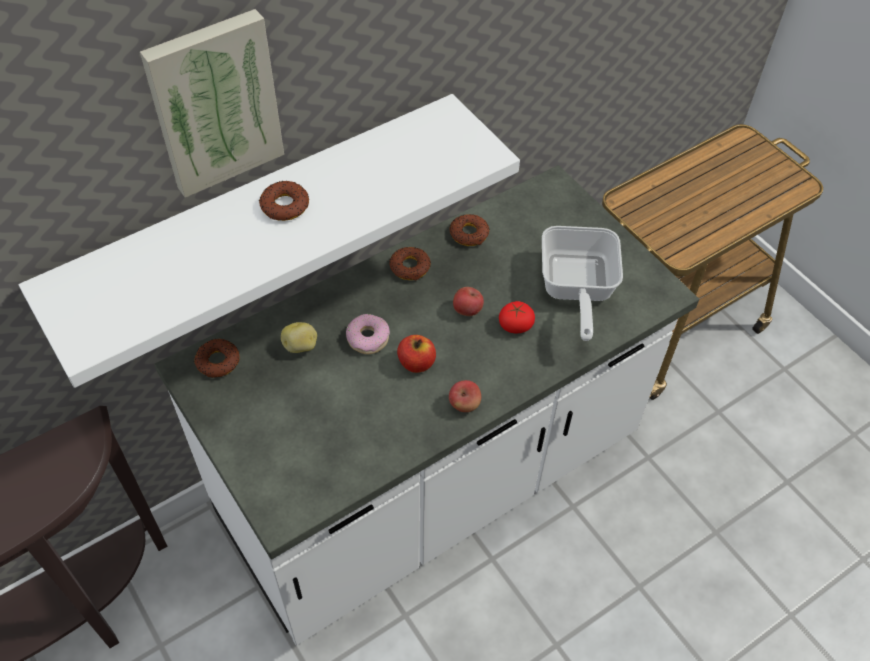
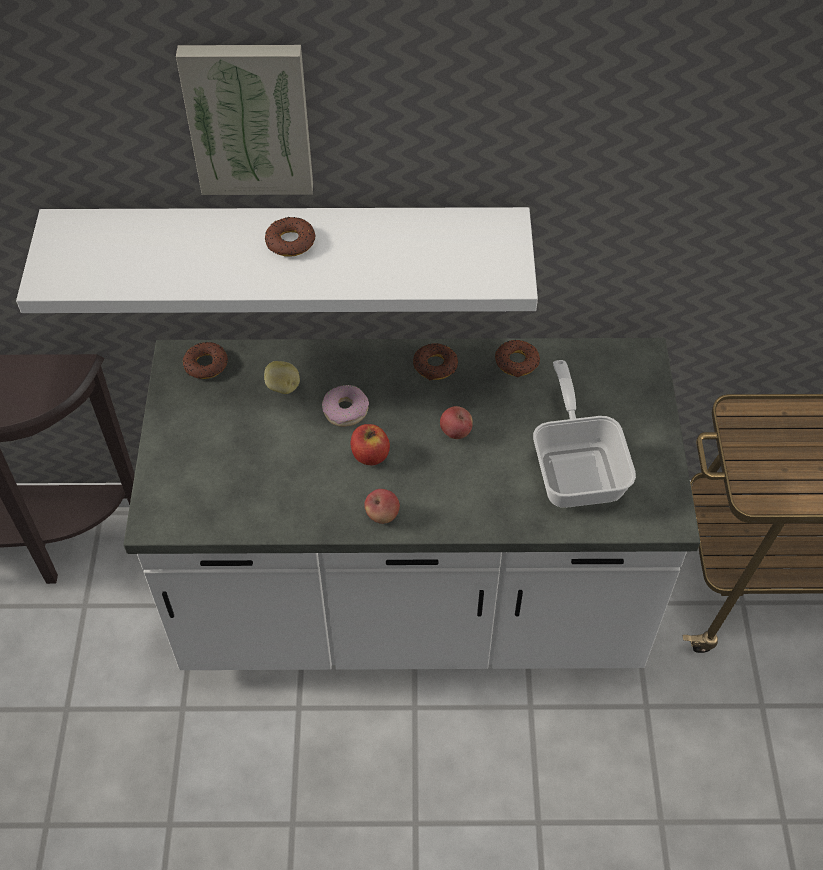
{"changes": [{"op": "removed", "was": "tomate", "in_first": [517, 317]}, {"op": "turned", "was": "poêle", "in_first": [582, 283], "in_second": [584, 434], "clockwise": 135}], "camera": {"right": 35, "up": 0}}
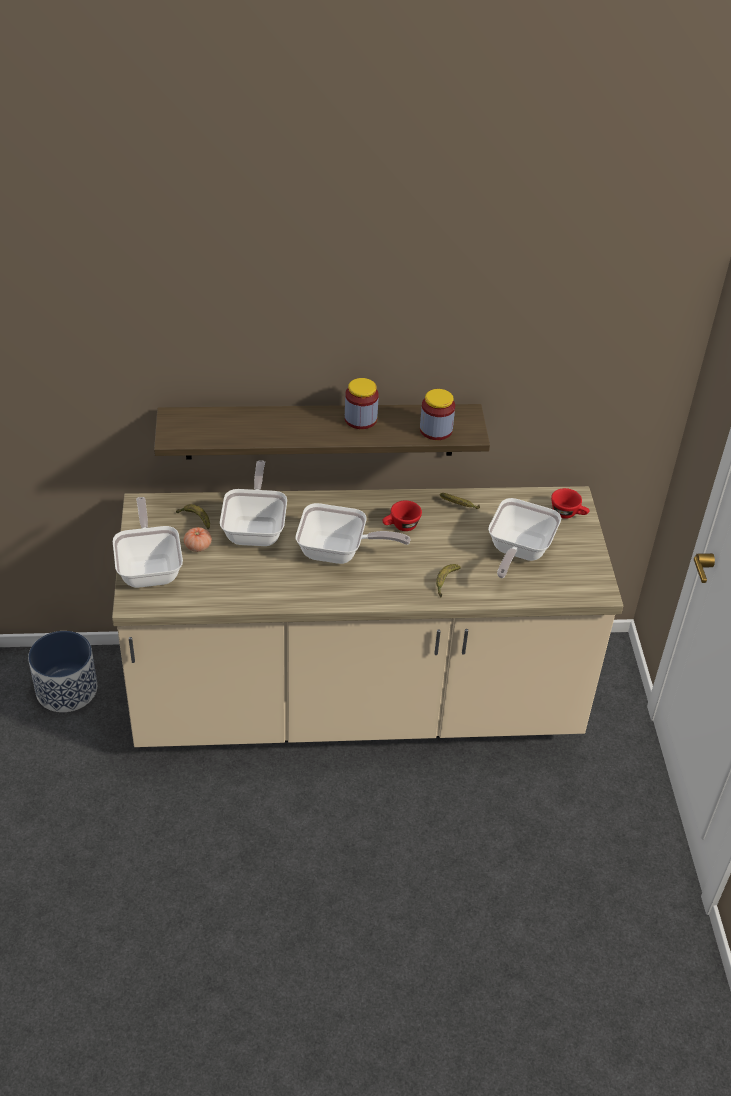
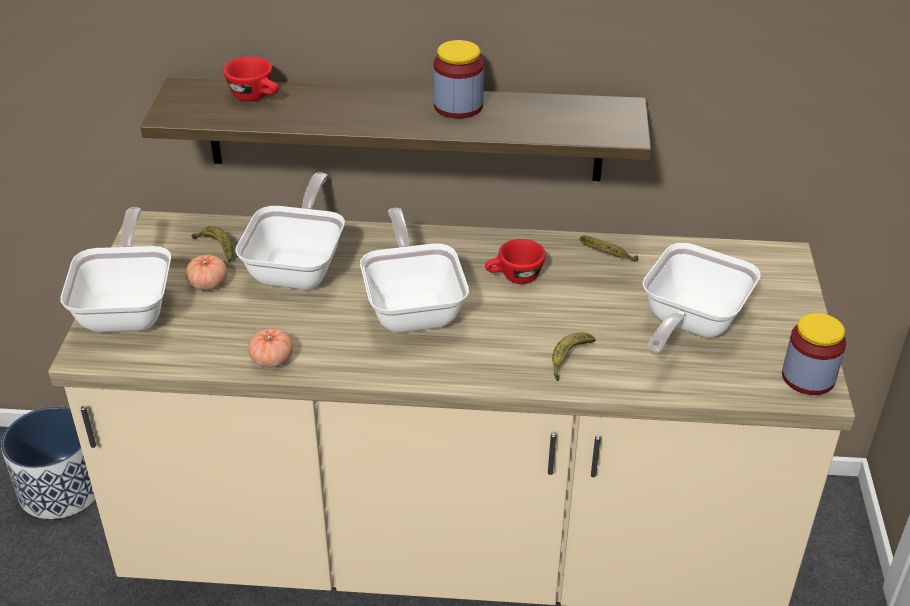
{"changes": [{"op": "turned", "was": "poêle", "in_first": [353, 533], "in_second": [414, 270], "clockwise": -120}, {"op": "moved", "was": "bocal", "in_first": [437, 414], "in_second": [814, 354]}, {"op": "moved", "was": "tasse [rouge]", "in_first": [570, 503], "in_second": [251, 79]}, {"op": "added", "now": "tomate", "in_second": [270, 348]}], "camera": {"right": 10, "up": -5}}
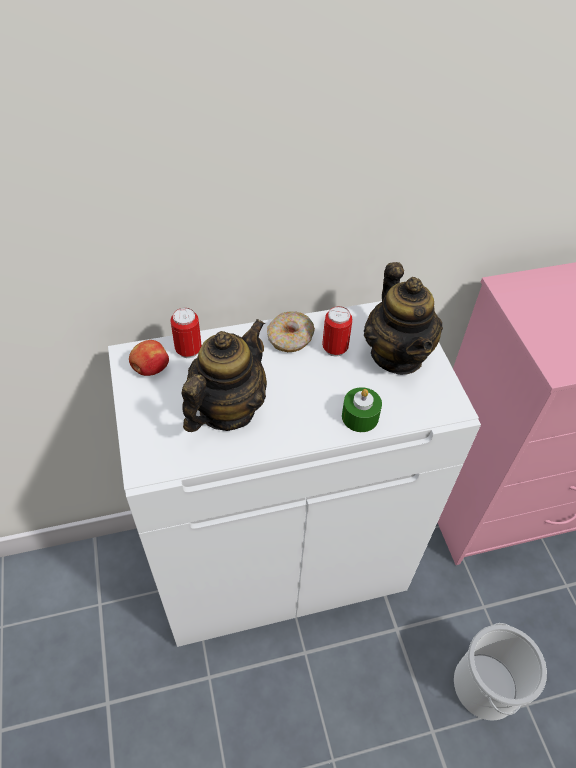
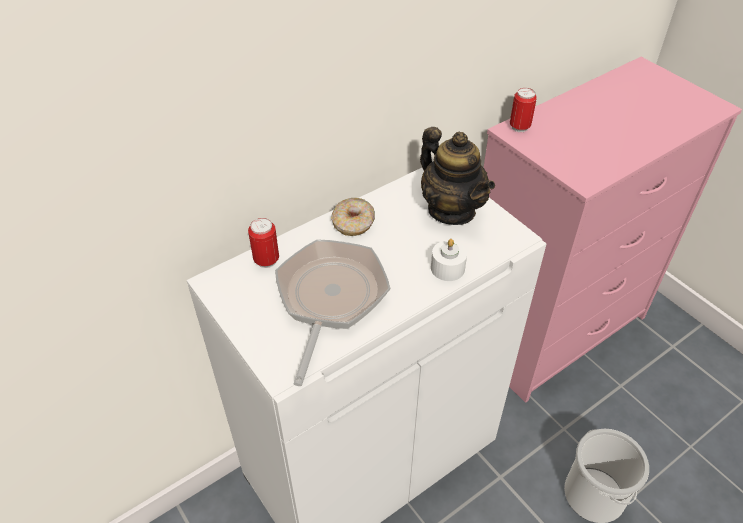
{"changes": [{"op": "removed", "was": "pomme", "in_first": [149, 358]}, {"op": "replaced", "was": "théière", "now": "poêle", "in_first": [224, 375], "in_second": [333, 312]}, {"op": "moved", "was": "boîte métallique", "in_first": [337, 331], "in_second": [523, 110]}, {"op": "recoloured", "was": "bougie [vert]", "now": "bougie [blanc]", "in_first": [362, 409], "in_second": [449, 260]}], "camera": {"right": -20, "up": -5}}
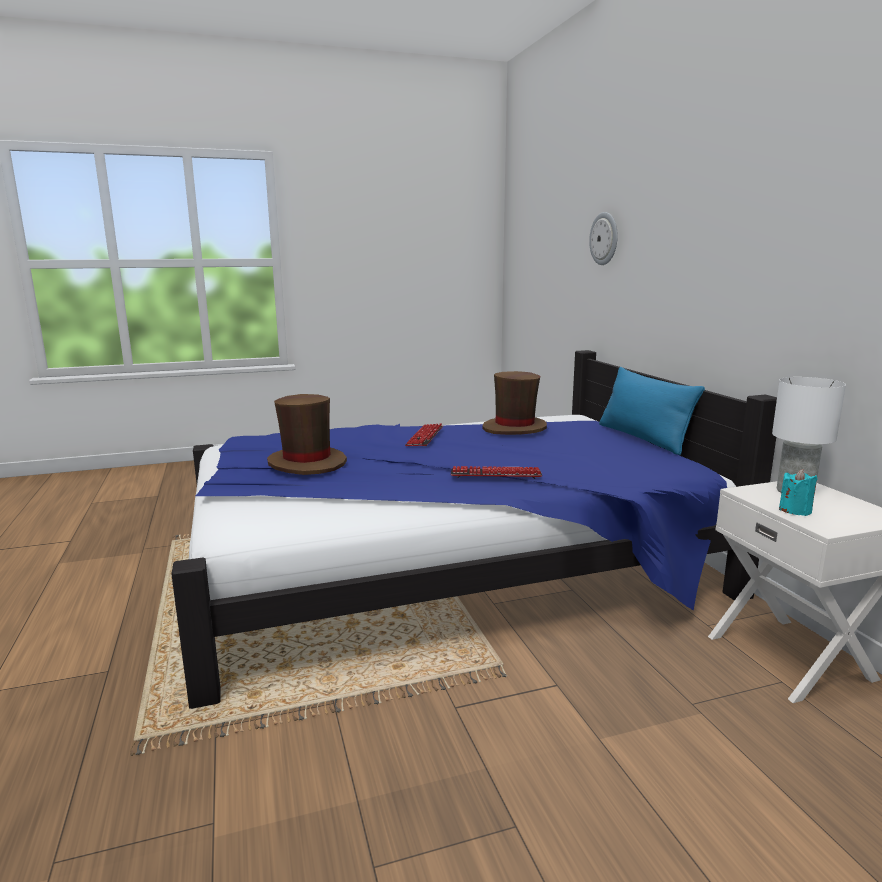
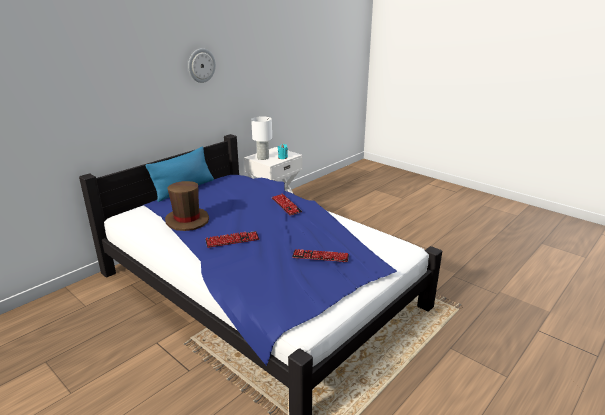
{"changes": [{"op": "replaced", "was": "chapeau [marron]", "now": "clavier", "in_first": [307, 434], "in_second": [320, 256]}, {"op": "moved", "was": "horloge murale", "in_first": [603, 238], "in_second": [202, 65]}], "camera": {"right": -120, "up": 10}}
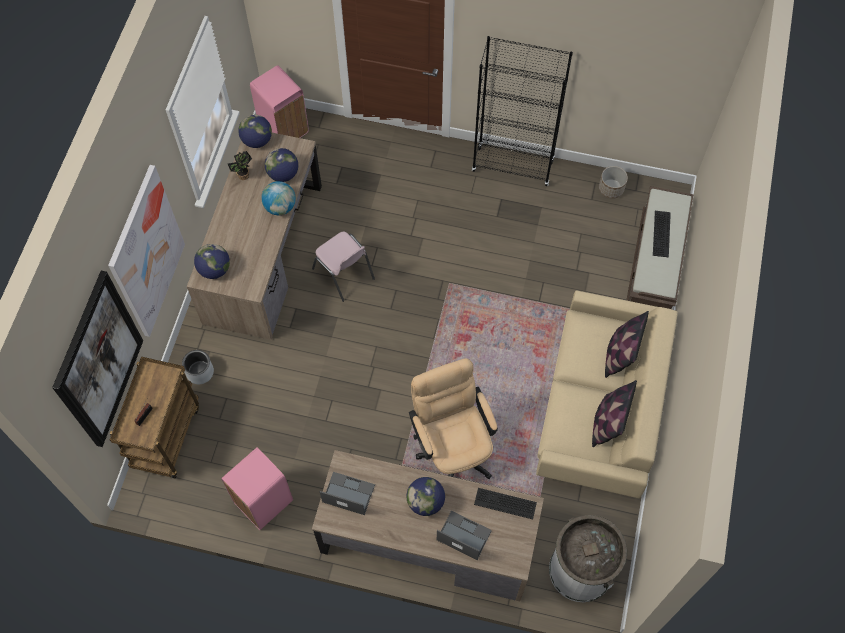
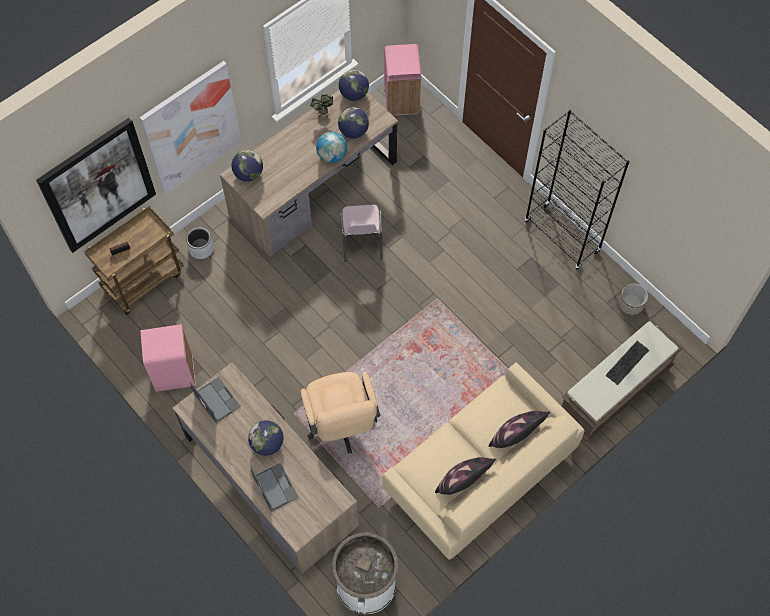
{"changes": [{"op": "turned", "was": "chaise de bureau [beige]", "in_first": [453, 418], "in_second": [340, 413], "clockwise": 150}, {"op": "removed", "was": "clavier", "in_first": [505, 503]}], "camera": {"right": 35, "up": 0}}
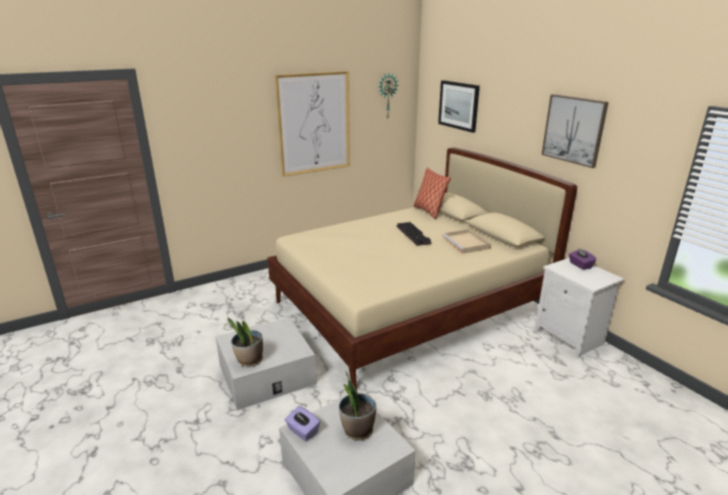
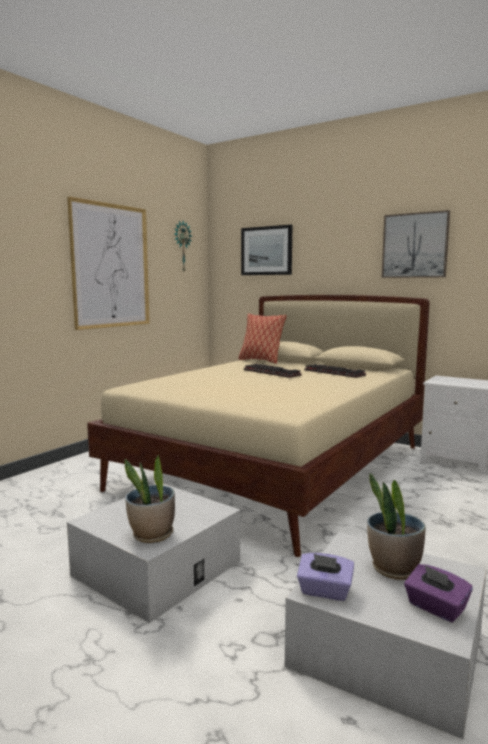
{"changes": [{"op": "replaced", "was": "plateau [beige]", "now": "clavier", "in_first": [466, 241], "in_second": [335, 371]}, {"op": "moved", "was": "boîte à mouchoirs [violet]", "in_first": [582, 259], "in_second": [438, 593]}], "camera": {"right": -25, "up": -15}}
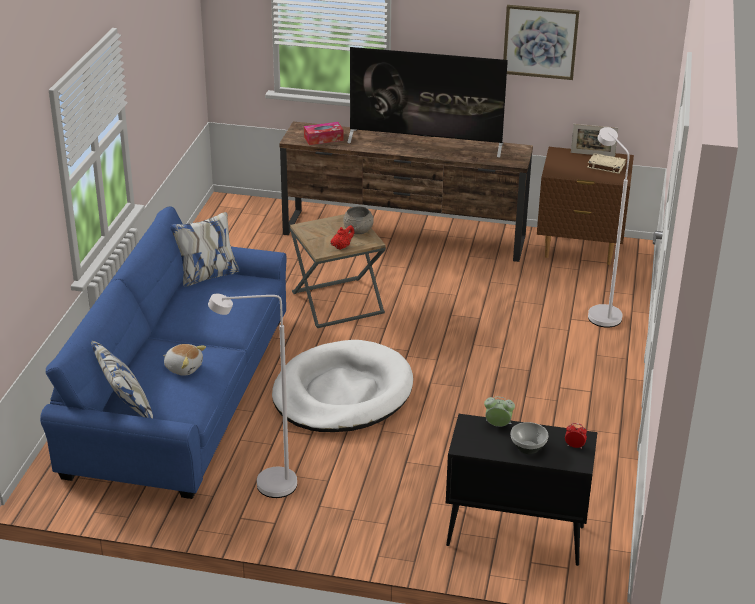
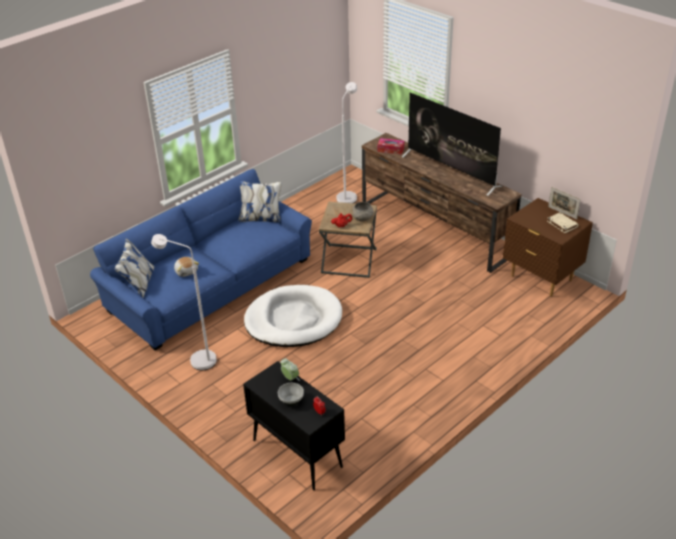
{"changes": [{"op": "removed", "was": "tableau", "in_first": [541, 42]}, {"op": "moved", "was": "lampadaire [blanc]", "in_first": [608, 227], "in_second": [346, 142]}], "camera": {"right": 35, "up": 5}}
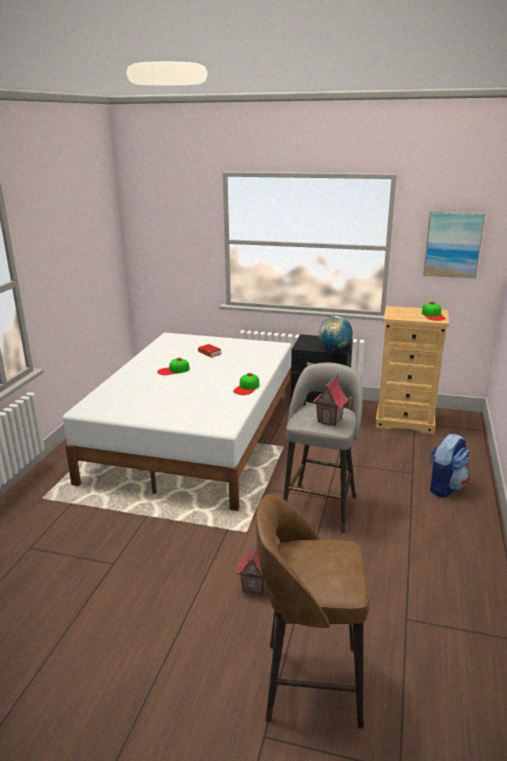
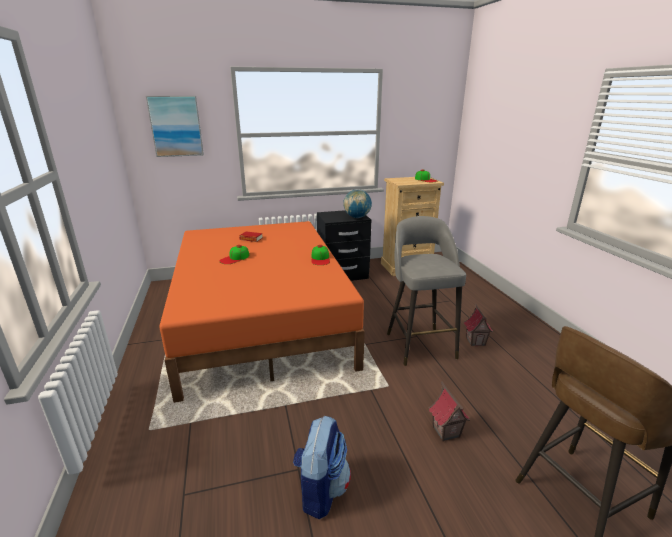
{"changes": [{"op": "recoloured", "was": "lit [blanc]", "now": "lit [orange]", "in_first": [177, 422], "in_second": [262, 312]}, {"op": "moved", "was": "maison miniature", "in_first": [330, 399], "in_second": [478, 325]}, {"op": "moved", "was": "tableau", "in_first": [454, 244], "in_second": [175, 126]}, {"op": "moved", "was": "sac à dos", "in_first": [449, 465], "in_second": [322, 467]}], "camera": {"right": -30, "up": 0}}
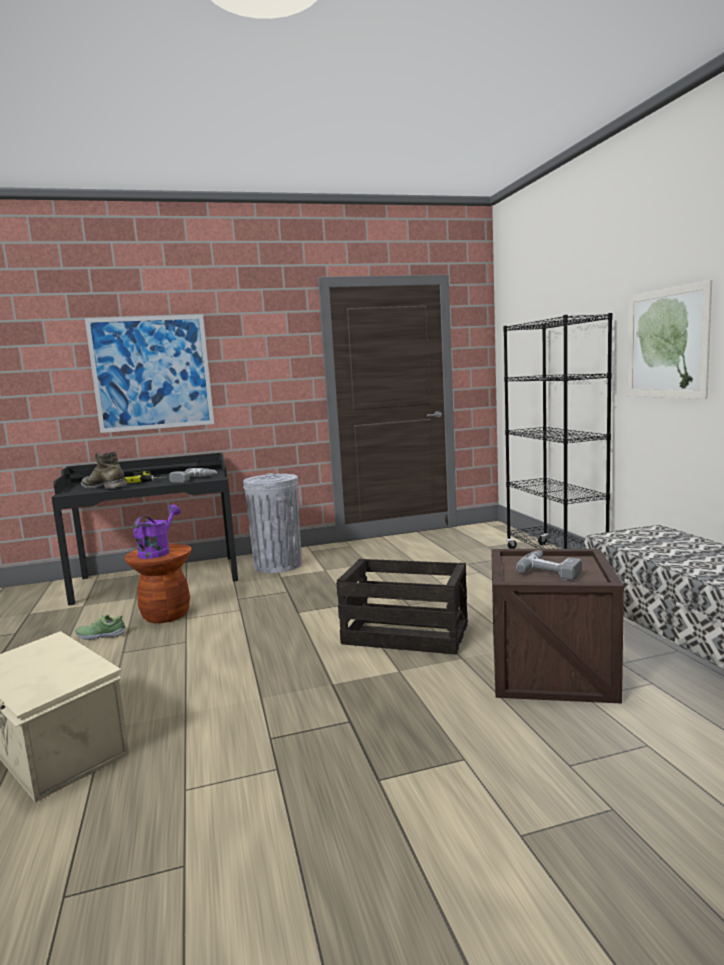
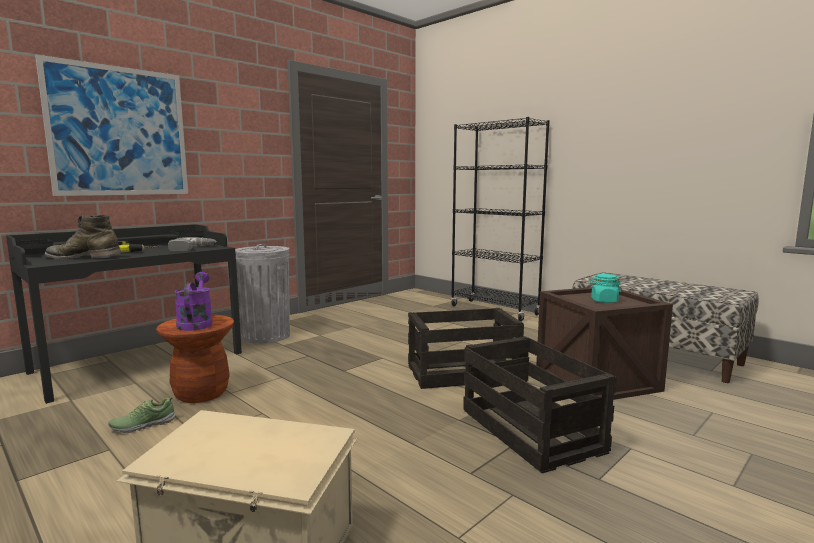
{"changes": [{"op": "replaced", "was": "perceuse", "now": "bocal [turquoise]", "in_first": [549, 565], "in_second": [605, 288]}, {"op": "removed", "was": "tableau", "in_first": [669, 339]}, {"op": "added", "now": "caisse", "in_second": [540, 404]}], "camera": {"right": -30, "up": 0}}
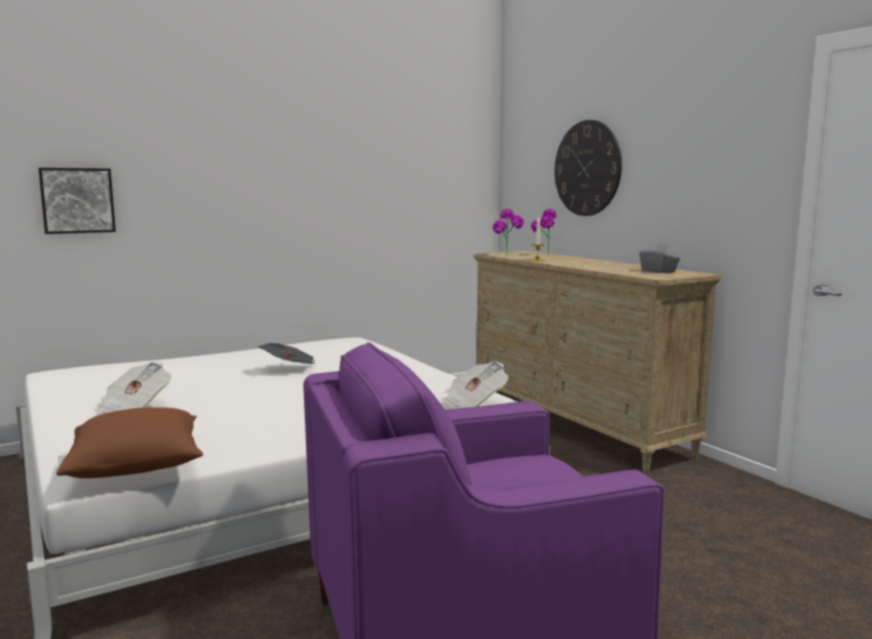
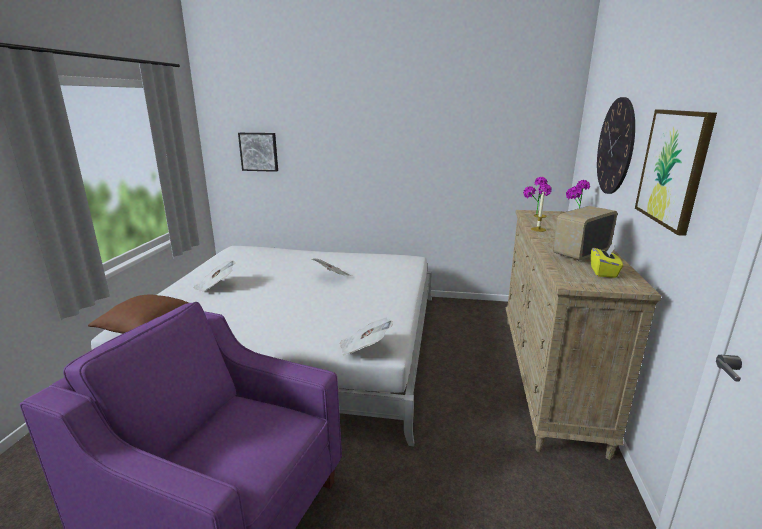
{"changes": [{"op": "recoloured", "was": "boîte à mouchoirs [gris]", "now": "boîte à mouchoirs [jaune]", "in_first": [659, 258], "in_second": [607, 261]}, {"op": "added", "now": "radio", "in_second": [585, 233]}, {"op": "added", "now": "tableau", "in_second": [676, 173]}], "camera": {"right": 40, "up": 10}}
